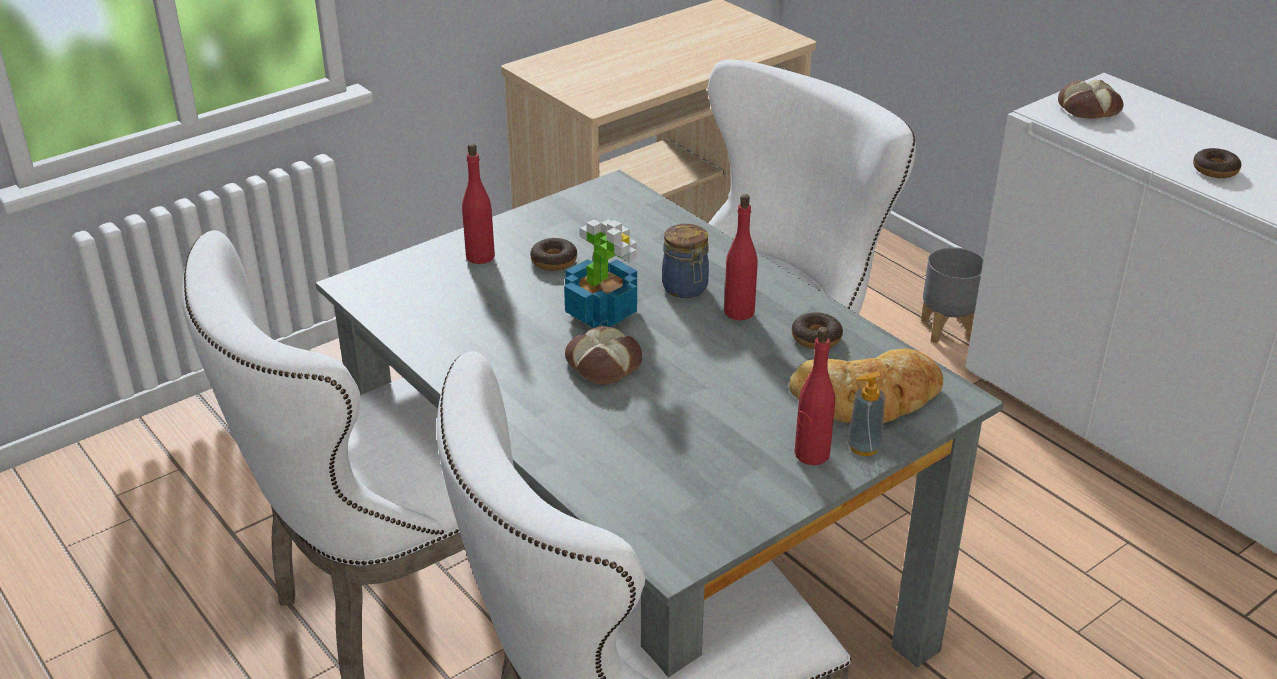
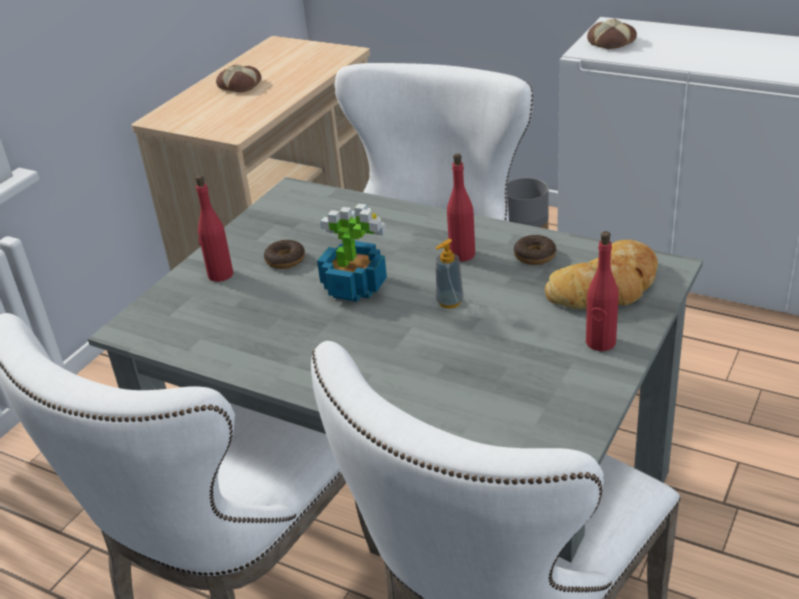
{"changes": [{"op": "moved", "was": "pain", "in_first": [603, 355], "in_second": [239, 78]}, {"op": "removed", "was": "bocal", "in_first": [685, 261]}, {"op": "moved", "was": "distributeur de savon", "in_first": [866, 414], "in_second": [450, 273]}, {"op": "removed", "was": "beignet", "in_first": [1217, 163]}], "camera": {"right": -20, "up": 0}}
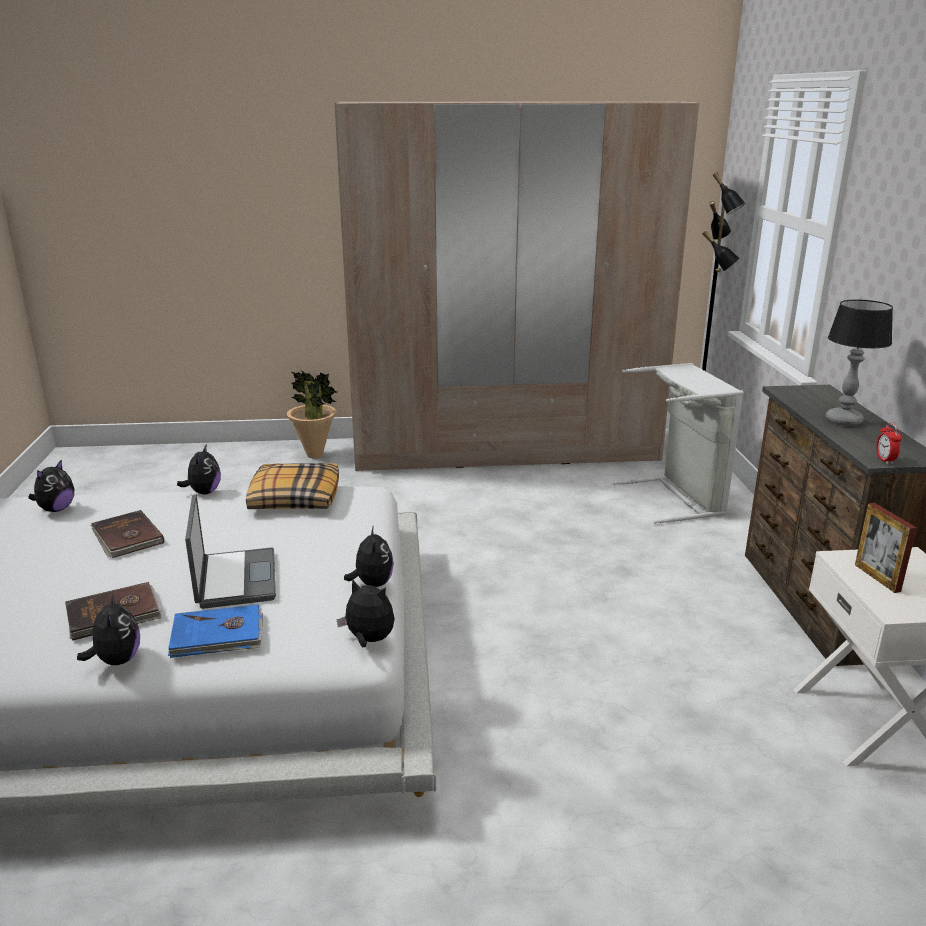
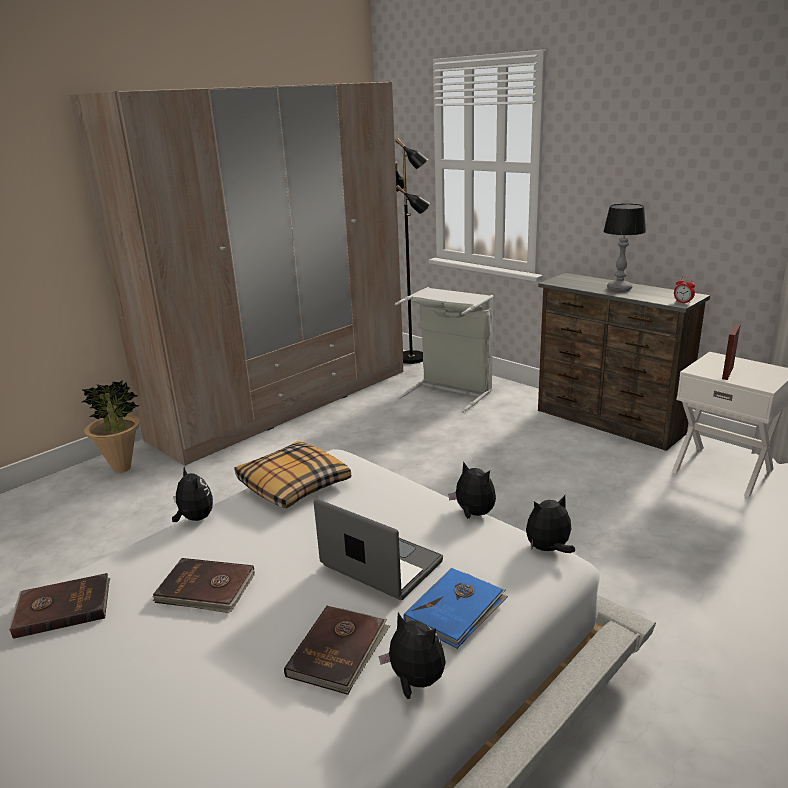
{"changes": [{"op": "replaced", "was": "peluche", "now": "livre [marron]", "in_first": [51, 485], "in_second": [59, 606]}, {"op": "turned", "was": "cadre photo", "in_first": [886, 548], "in_second": [731, 352], "clockwise": 90}], "camera": {"right": -40, "up": 0}}
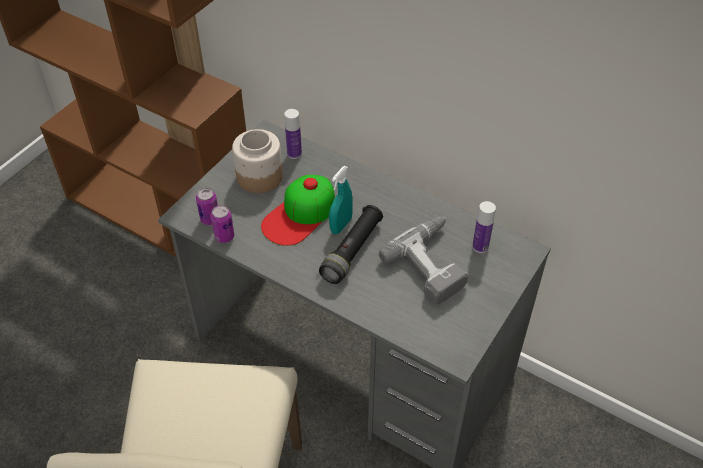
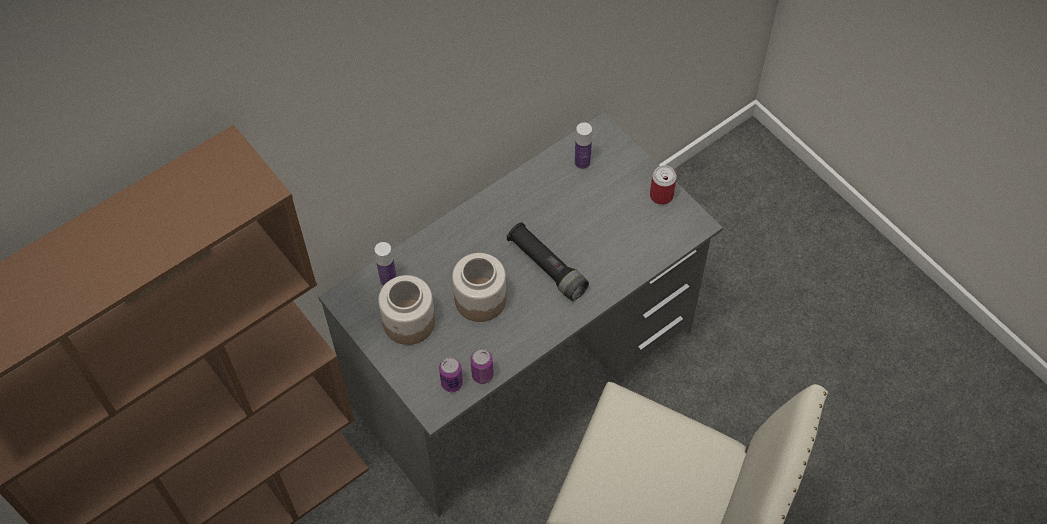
{"changes": [{"op": "replaced", "was": "casquette", "now": "bocal", "in_first": [298, 210], "in_second": [479, 287]}, {"op": "removed", "was": "vaporisateur [turquoise]", "in_first": [341, 200]}, {"op": "removed", "was": "perceuse", "in_first": [423, 261]}, {"op": "added", "now": "boîte métallique", "in_second": [663, 185]}], "camera": {"right": -70, "up": 10}}
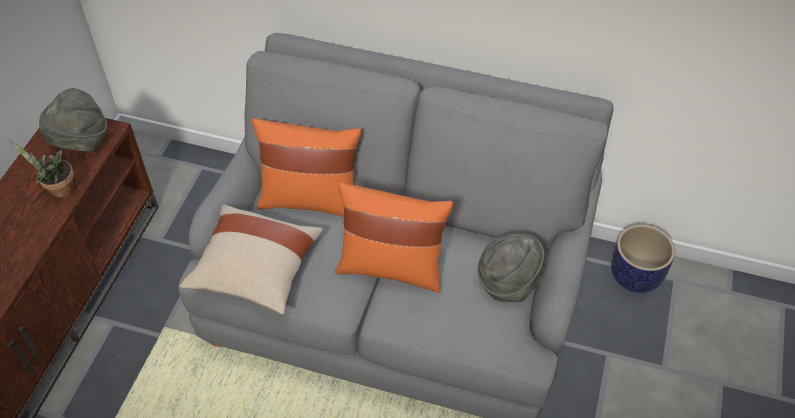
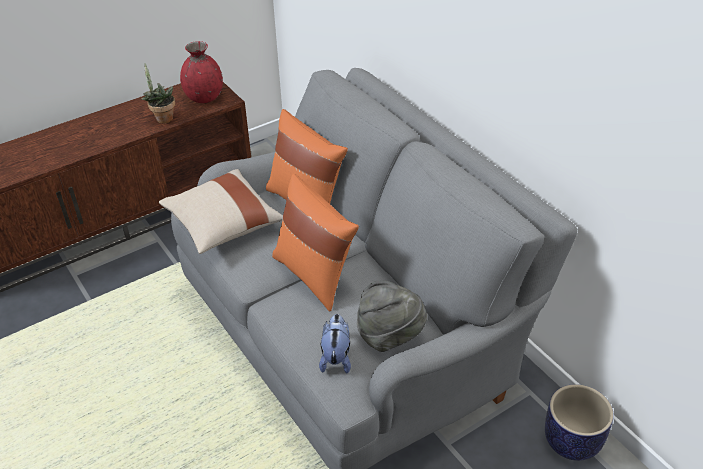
{"changes": [{"op": "replaced", "was": "chapeau [gris]", "now": "vase [rouge]", "in_first": [73, 120], "in_second": [201, 72]}, {"op": "added", "now": "peluche", "in_second": [335, 343]}], "camera": {"right": 40, "up": -10}}
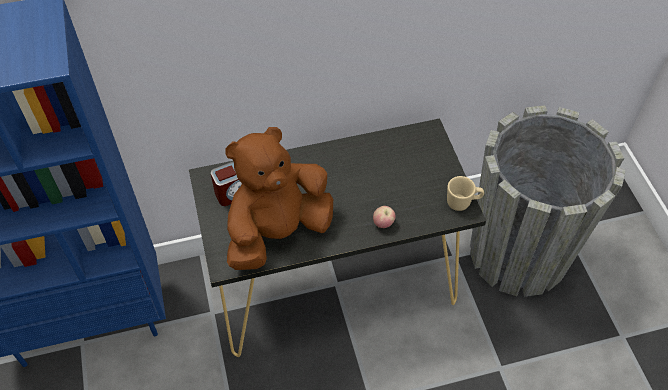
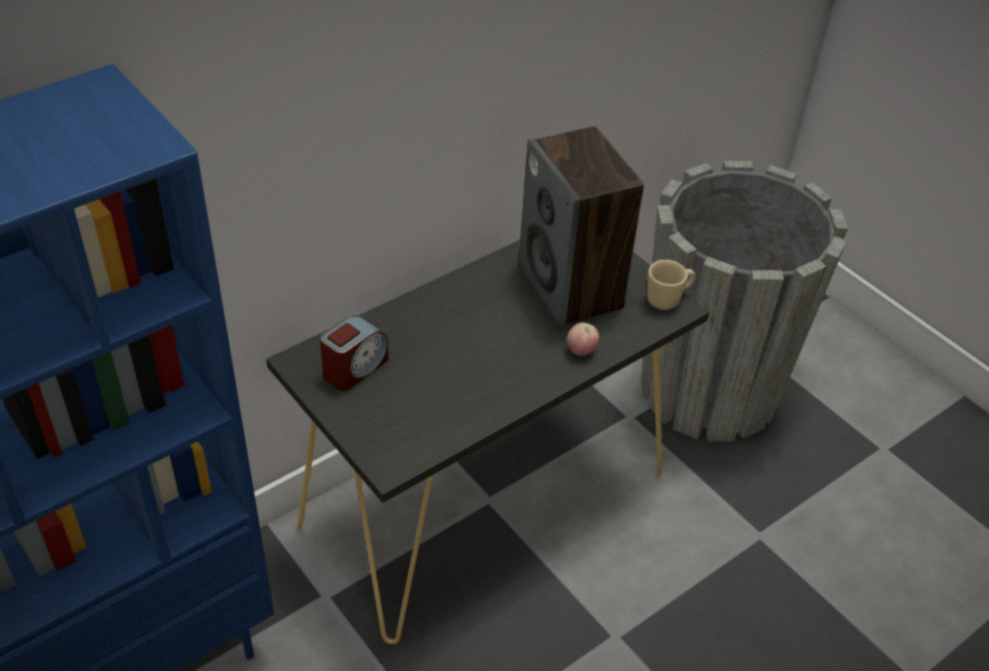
{"changes": [{"op": "removed", "was": "peluche [marron]", "in_first": [279, 198]}, {"op": "added", "now": "enceinte", "in_second": [581, 226]}], "camera": {"right": -25, "up": -10}}
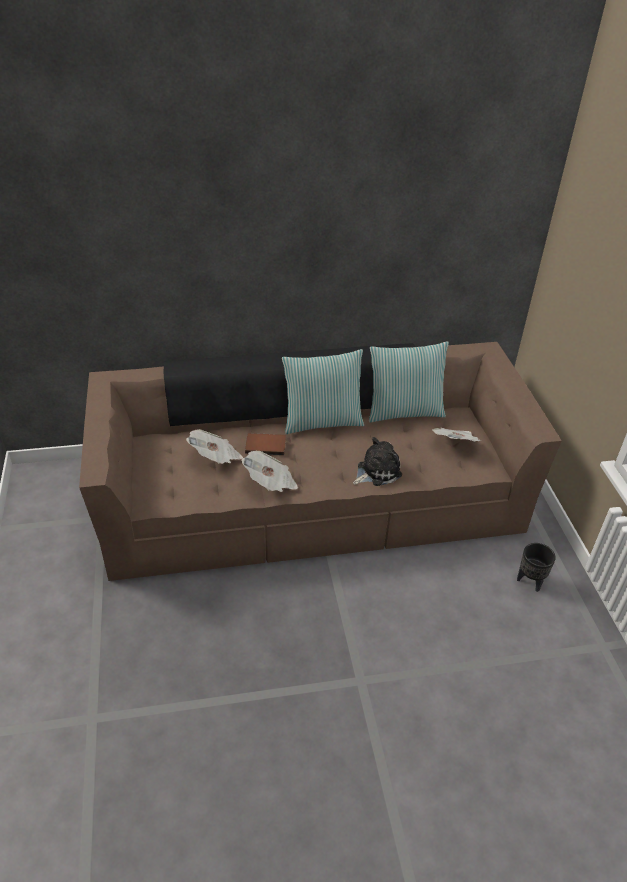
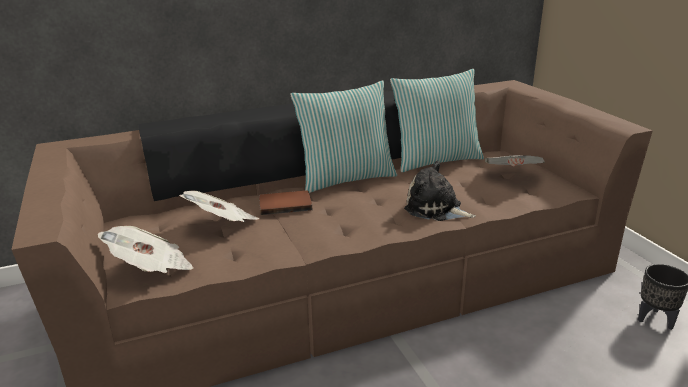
{"changes": [{"op": "moved", "was": "journal", "in_first": [270, 471], "in_second": [146, 249]}, {"op": "turned", "was": "peluche", "in_first": [377, 461], "in_second": [440, 191], "clockwise": -105}], "camera": {"right": -10, "up": -15}}
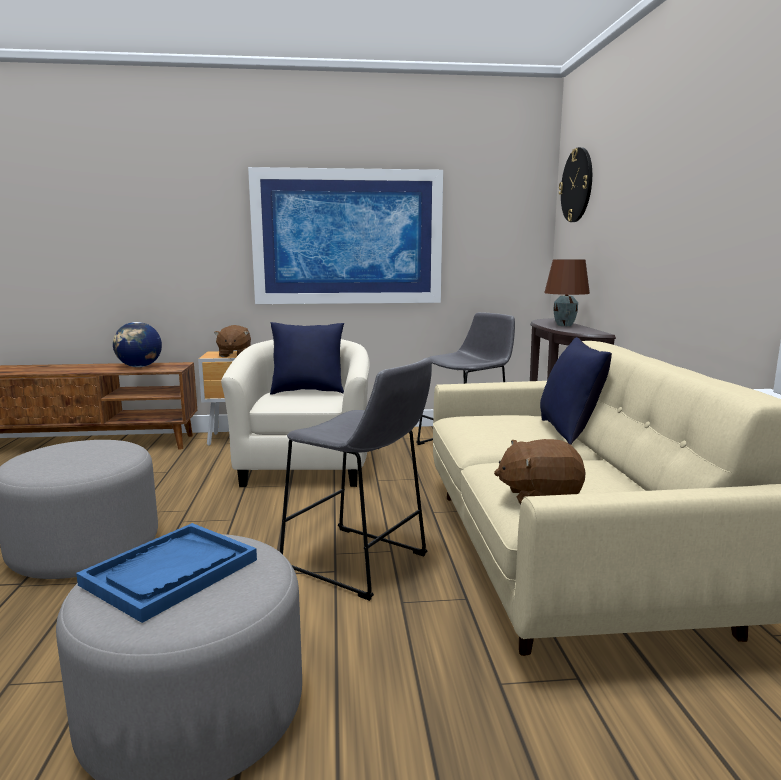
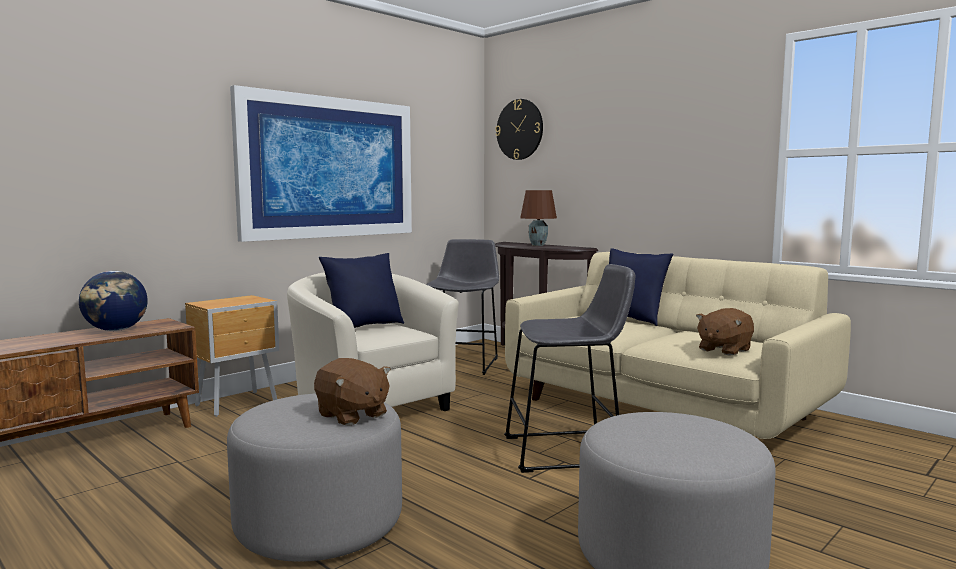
{"changes": [{"op": "removed", "was": "plateau [bleu]", "in_first": [166, 573]}, {"op": "moved", "was": "peluche [marron]", "in_first": [232, 341], "in_second": [352, 392]}], "camera": {"right": -40, "up": -5}}
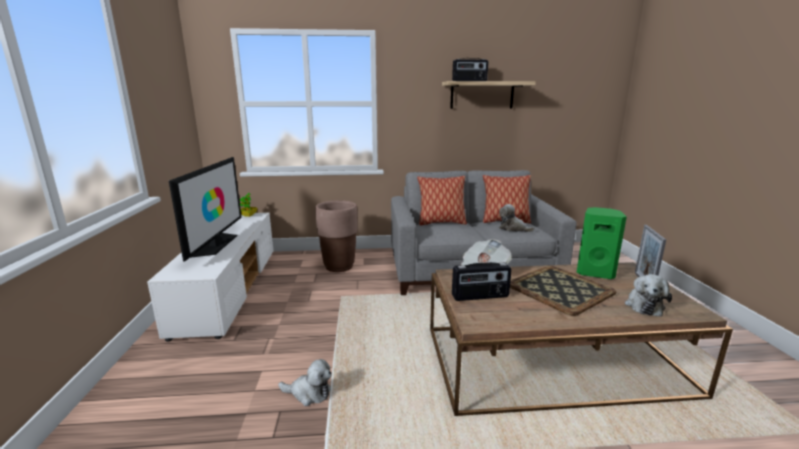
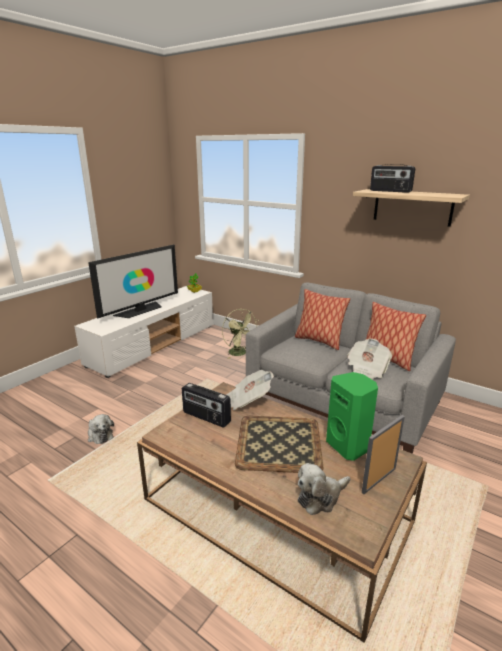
{"changes": [{"op": "replaced", "was": "cache-pot [marron]", "now": "ventilateur [vert]", "in_first": [336, 236], "in_second": [240, 334]}, {"op": "replaced", "was": "peluche", "now": "journal", "in_first": [517, 218], "in_second": [370, 358]}], "camera": {"right": 40, "up": 5}}
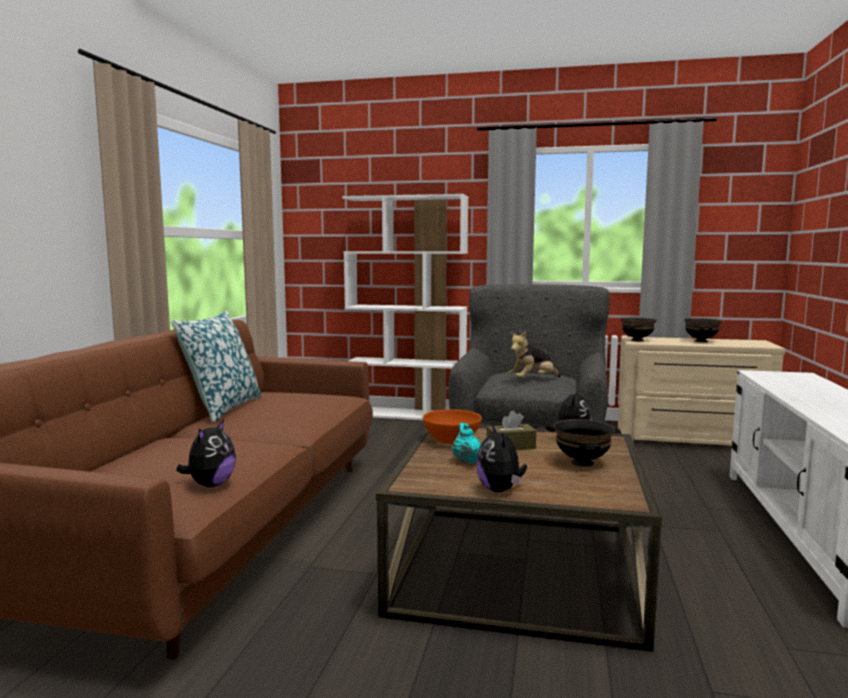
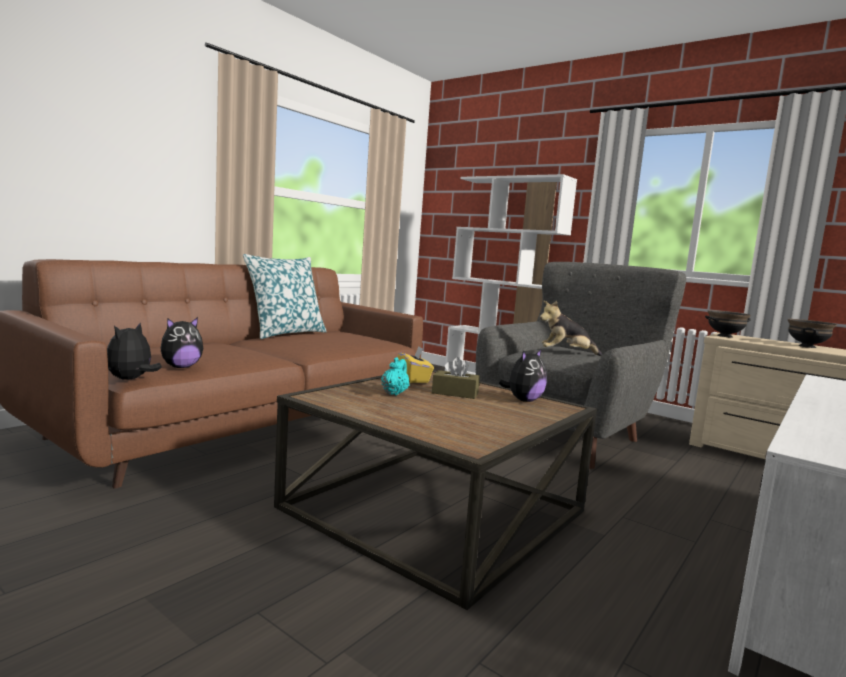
{"changes": [{"op": "replaced", "was": "bol [orange]", "now": "boîte à mouchoirs [jaune]", "in_first": [452, 426], "in_second": [416, 365]}, {"op": "moved", "was": "peluche", "in_first": [501, 458], "in_second": [134, 351]}, {"op": "removed", "was": "bol [noir]", "in_first": [584, 443]}], "camera": {"right": 25, "up": 0}}
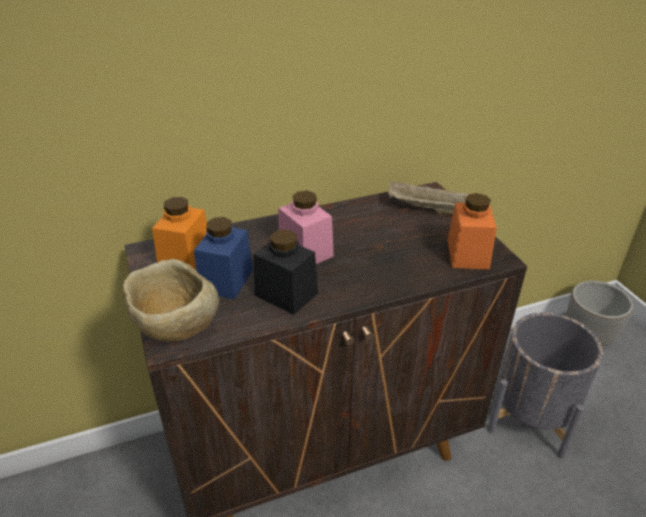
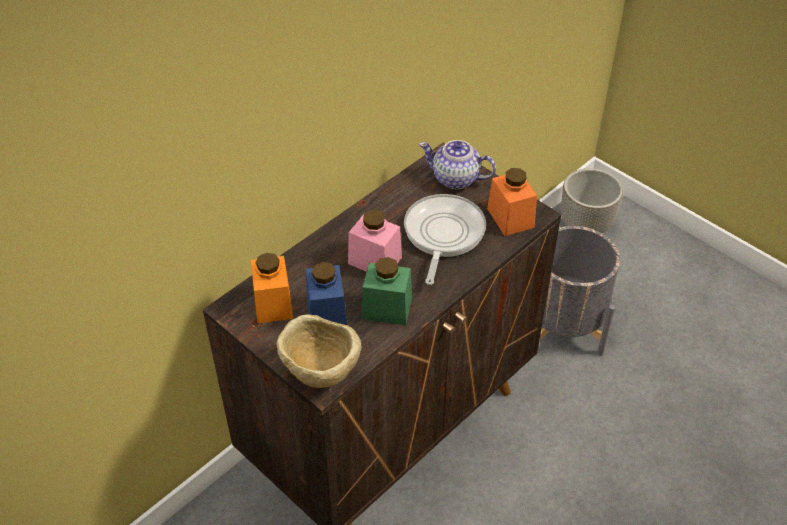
{"changes": [{"op": "recoloured", "was": "bocal [noir]", "now": "bocal [vert]", "in_first": [286, 272], "in_second": [387, 291]}, {"op": "replaced", "was": "plateau [beige]", "now": "théière", "in_first": [428, 197], "in_second": [457, 164]}, {"op": "added", "now": "poêle", "in_second": [445, 239]}], "camera": {"right": -25, "up": 10}}
